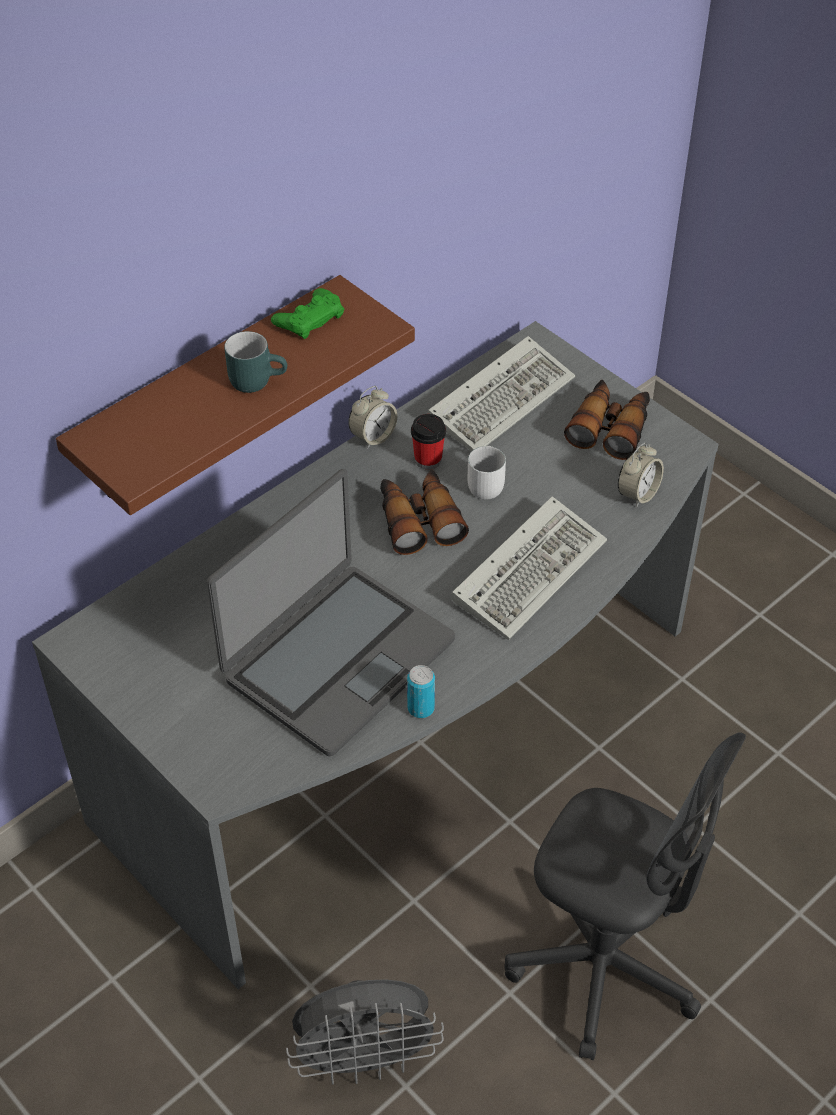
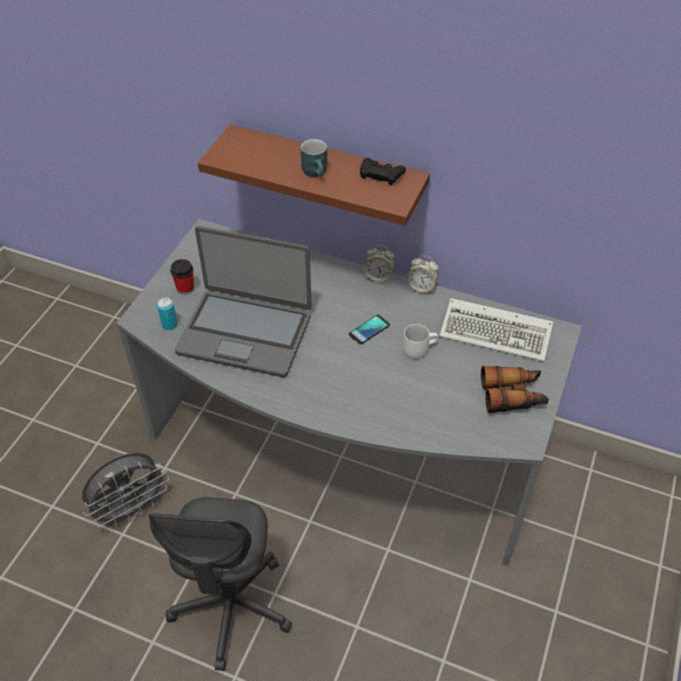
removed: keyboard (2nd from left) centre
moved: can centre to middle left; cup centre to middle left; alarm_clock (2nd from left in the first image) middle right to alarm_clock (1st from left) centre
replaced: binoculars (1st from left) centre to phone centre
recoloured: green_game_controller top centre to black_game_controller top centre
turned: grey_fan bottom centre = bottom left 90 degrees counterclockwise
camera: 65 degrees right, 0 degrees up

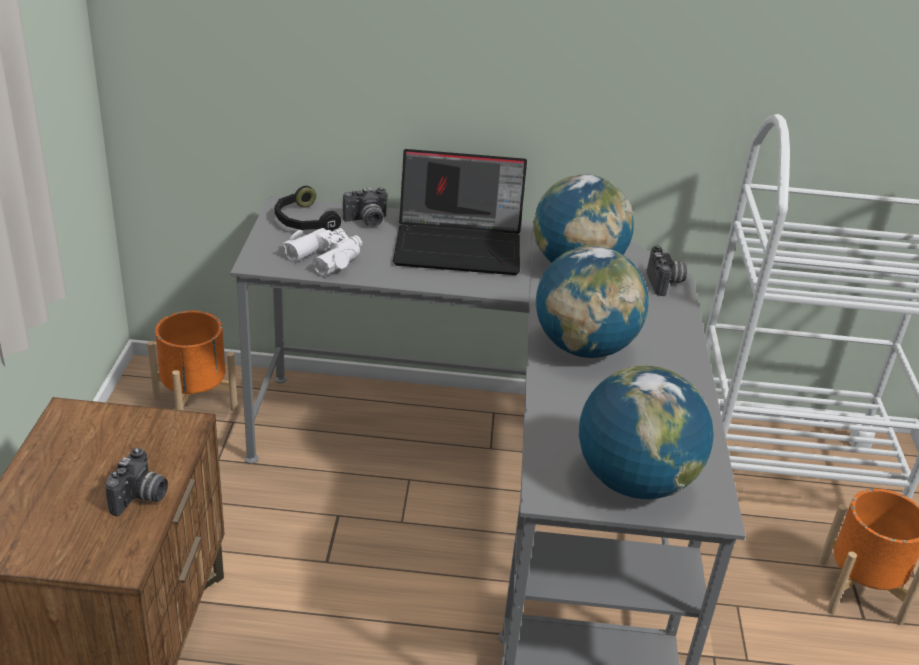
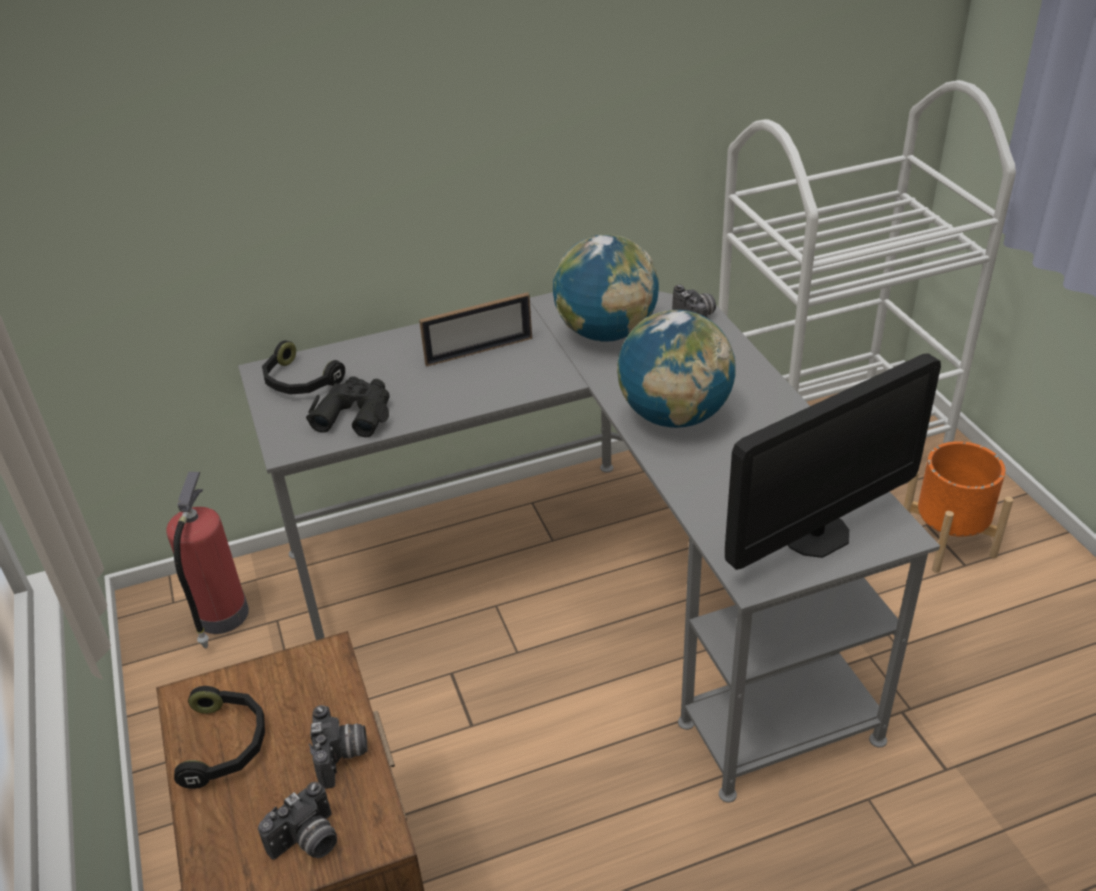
added: black_headphones (1st from left) bottom left
moved: photo_camera (2nd from left in the first image) top centre to photo_camera (1st from left) bottom left
replaced: orange_planter (1st from left) middle left to fire_extinguisher middle left; laptop top centre to picture_frame centre; globe (3rd from left) middle right to monitor middle right
recoloured: white_binoculars centre to black_binoculars middle left
camera: 20 degrees left, 5 degrees up

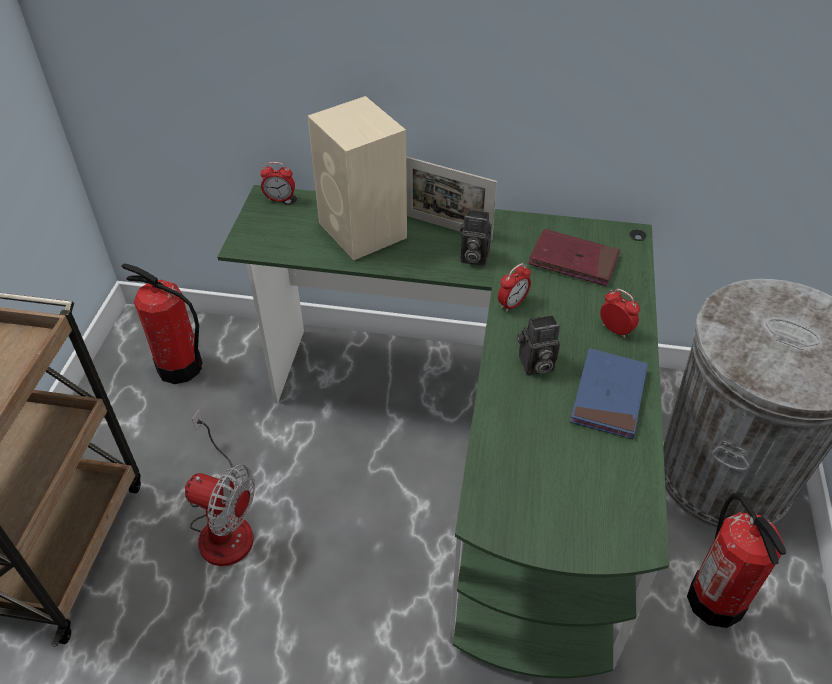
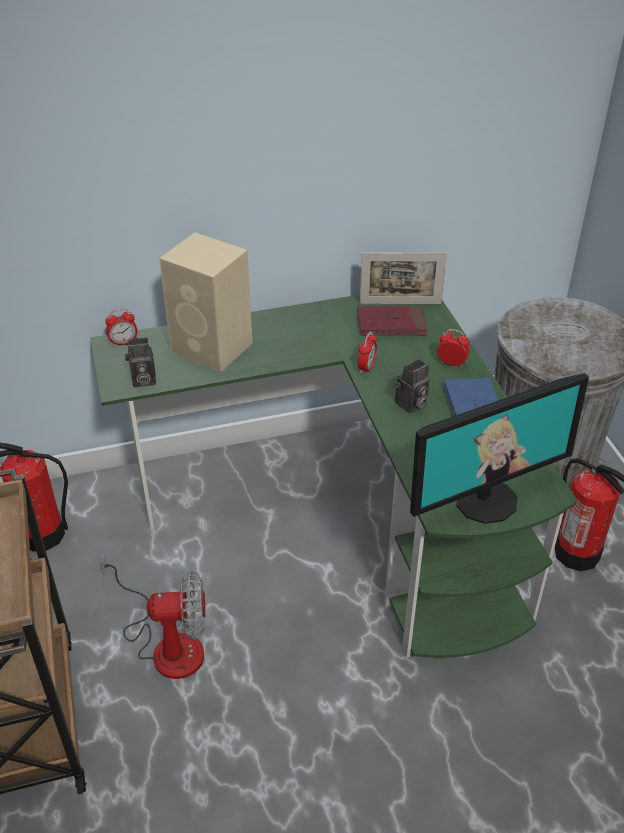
added: monitor middle right
moved: picture_frame top centre to centre; photo_camera (1st from left) centre to middle left
camera: 25 degrees left, 5 degrees down

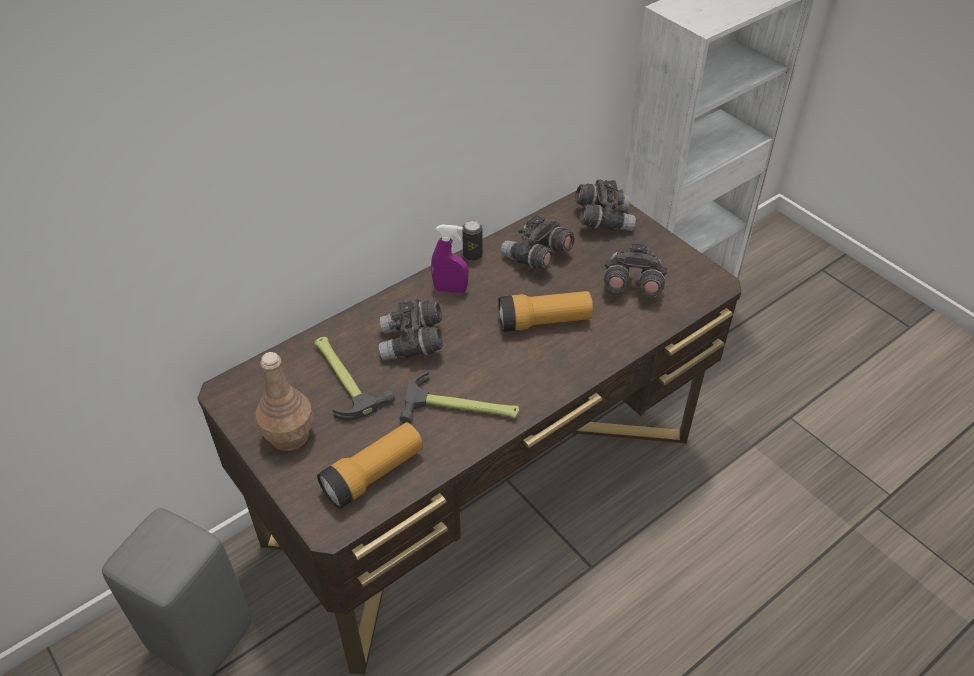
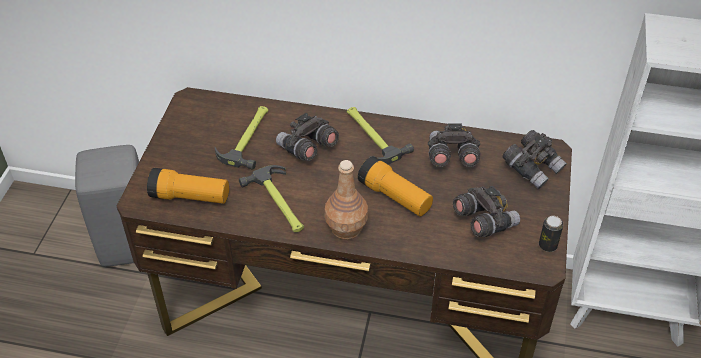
moved: brown_bottle middle left to centre; can centre to middle right
replaced: purple_spray_bottle centre to hammer (3rd from left) centre
camera: 50 degrees right, 0 degrees up

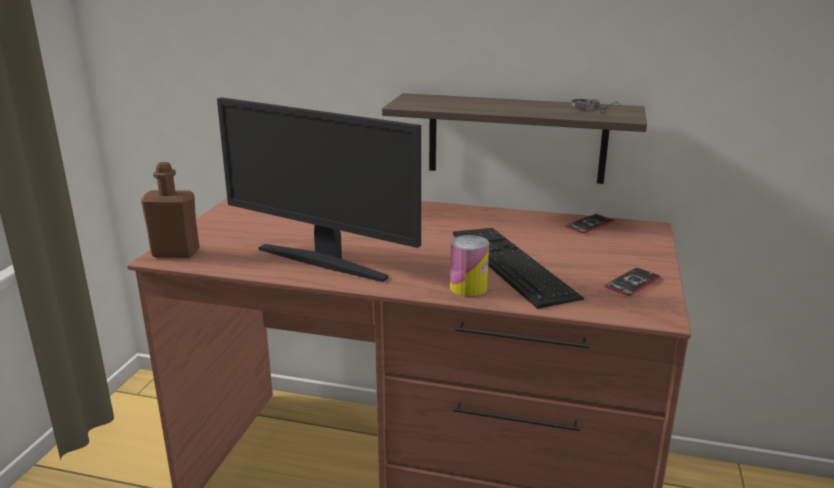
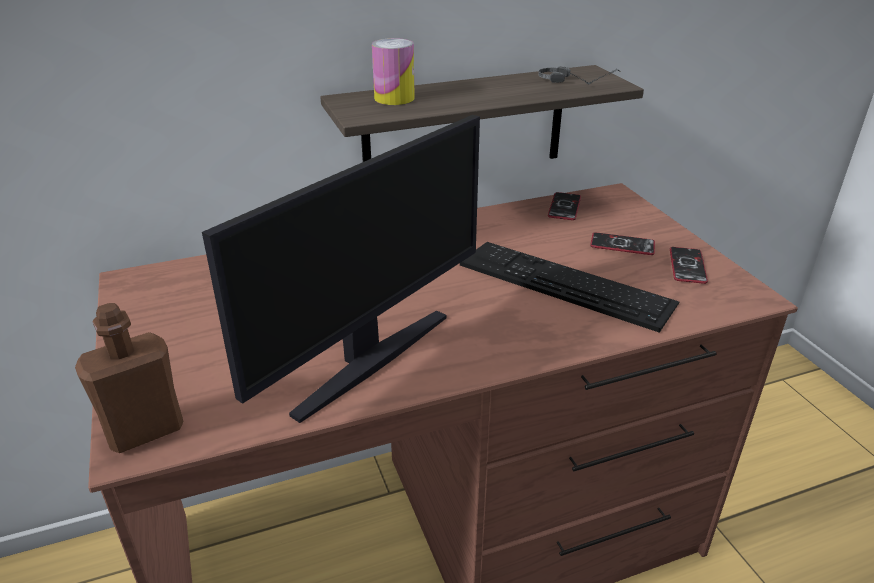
added: phone (2nd from left) middle right
moved: can centre to top centre
turned: monitor centre = centre 45 degrees counterclockwise
camera: 35 degrees left, 10 degrees up

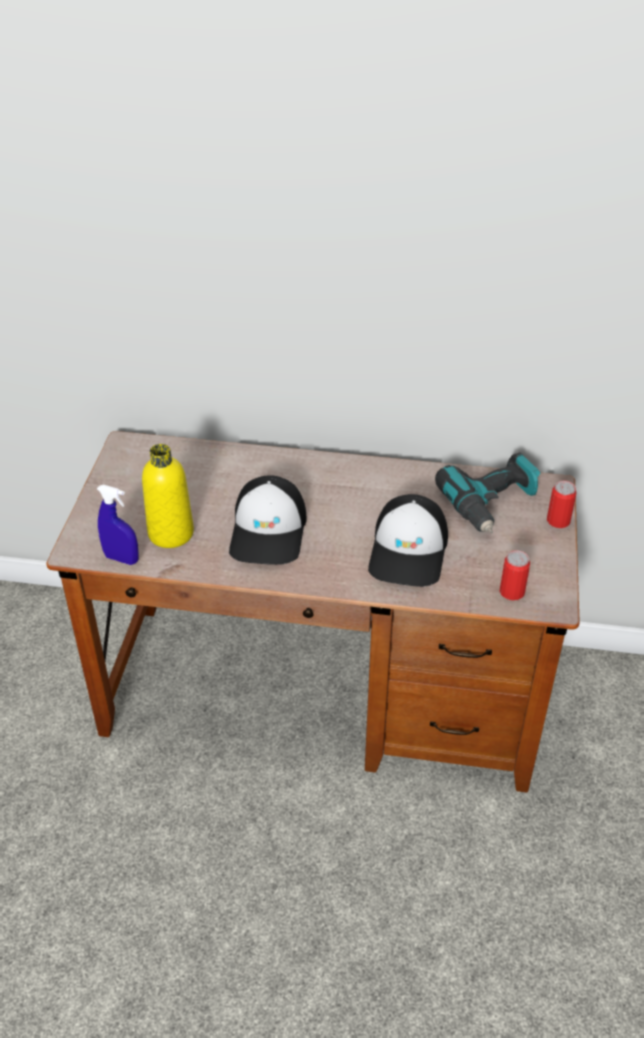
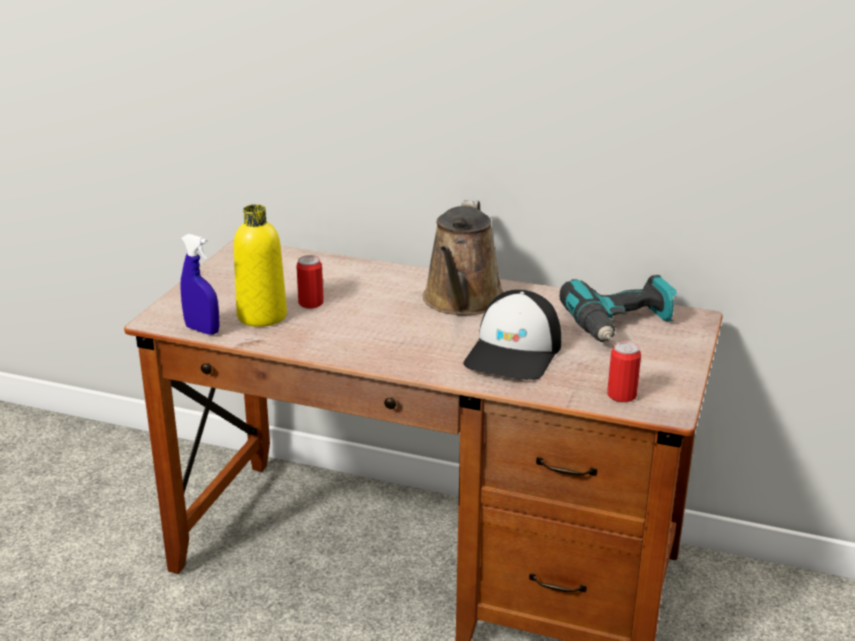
removed: cap (1st from left) centre
added: brown_watering_can centre
moved: can (2nd from left in the first image) middle right to can (1st from left) centre
camera: 10 degrees right, 15 degrees down

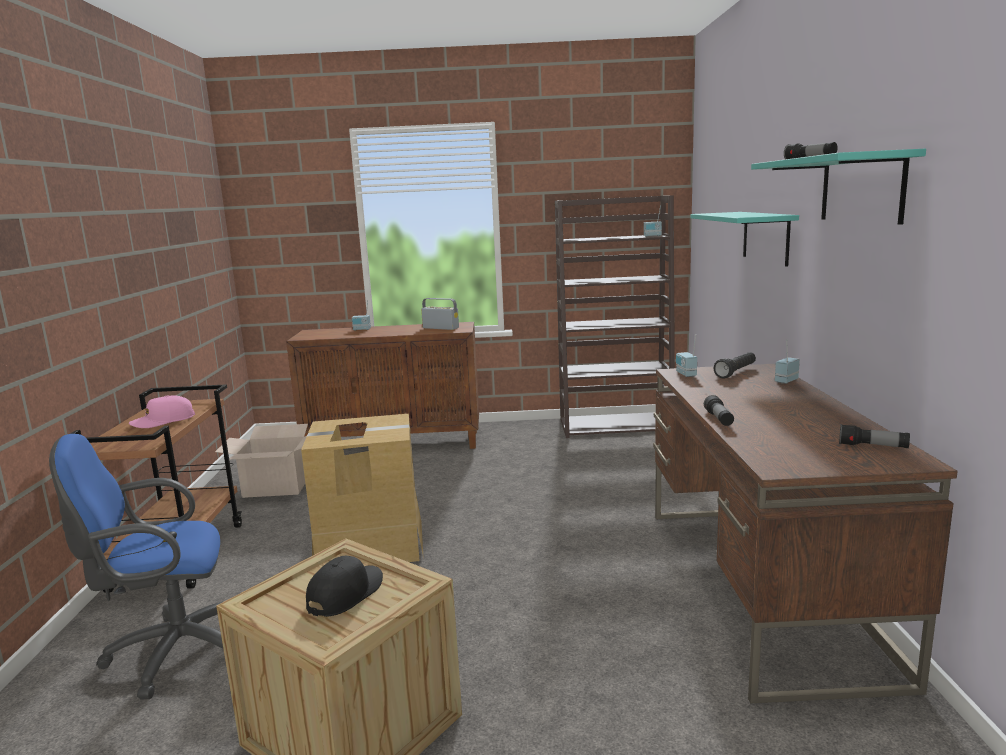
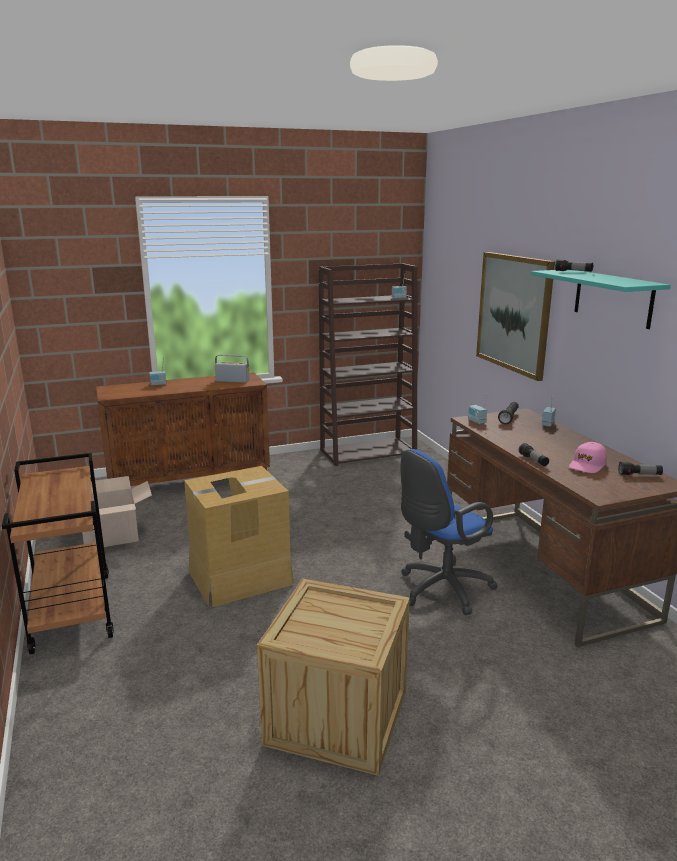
removed: black_cap bottom centre
moved: blue_office_chair bottom left to centre; pink_cap middle left to middle right
replaced: turquoise_shelf (1st from left) top right to picture middle right
camera: 20 degrees left, 5 degrees up

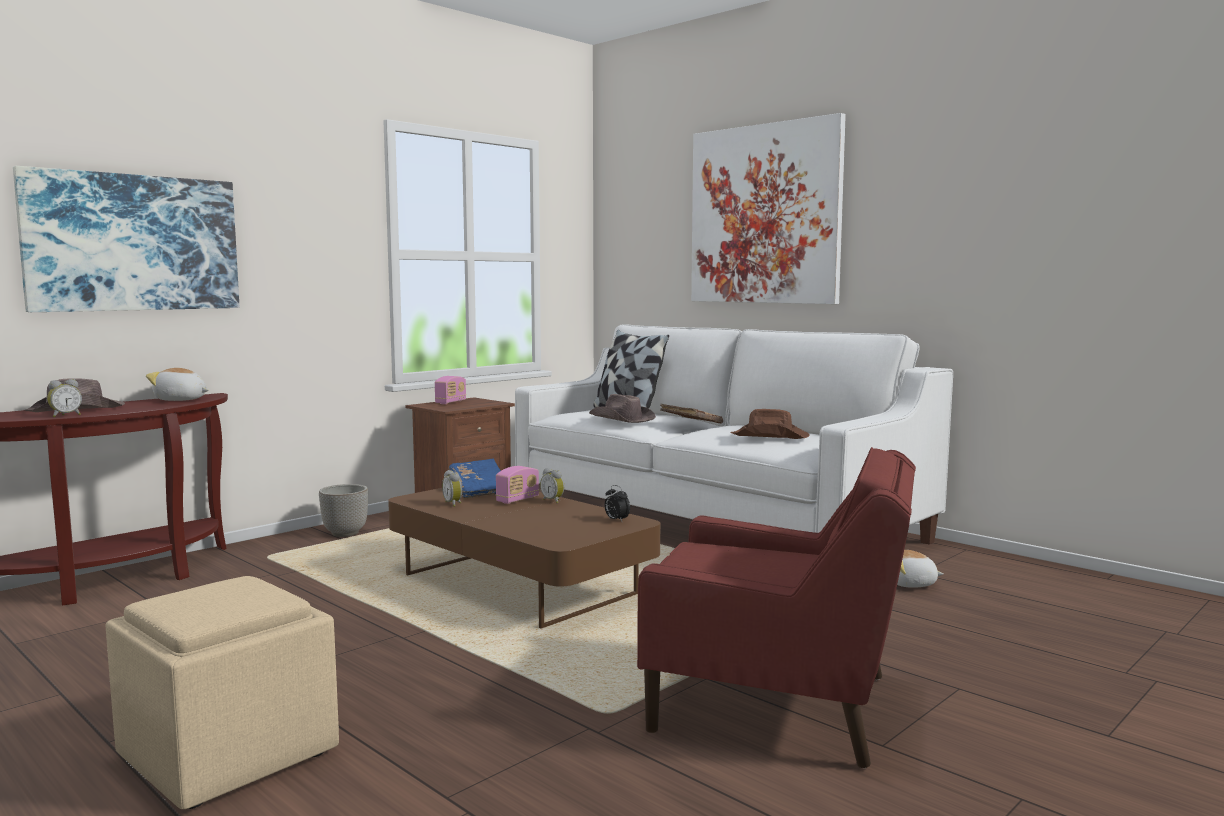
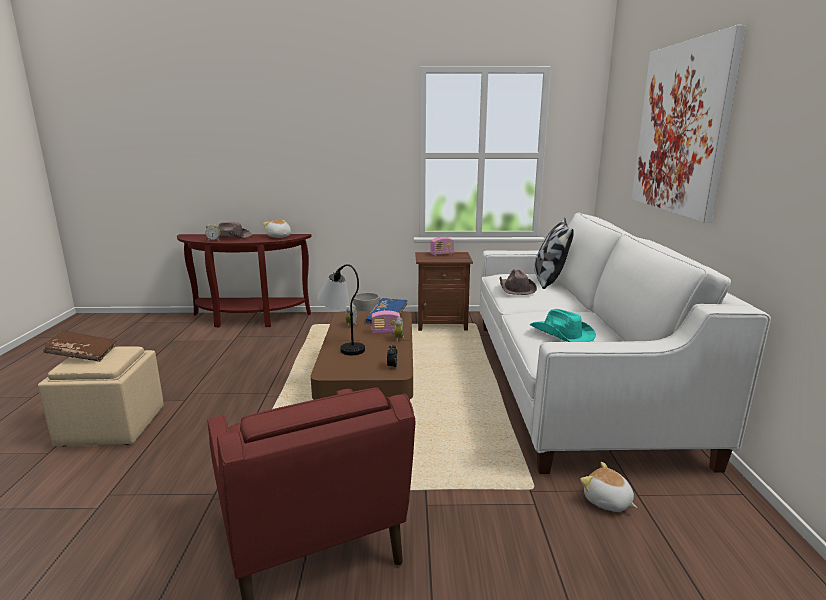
removed: picture (1st from left) top left
added: table_lamp centre
moved: brown_book centre to middle left
recoloured: brown_hat (3rd from left) centre to turquoise_hat middle right
camera: 45 degrees right, 10 degrees up

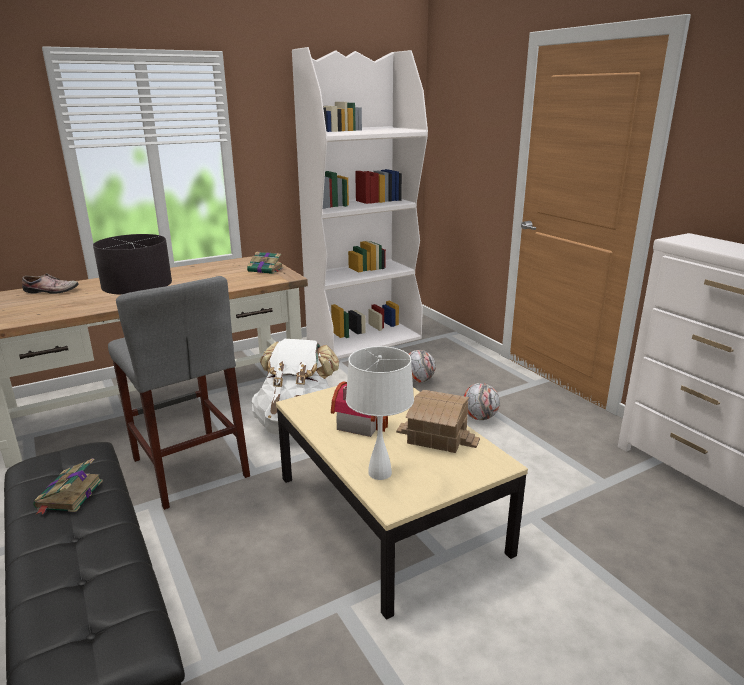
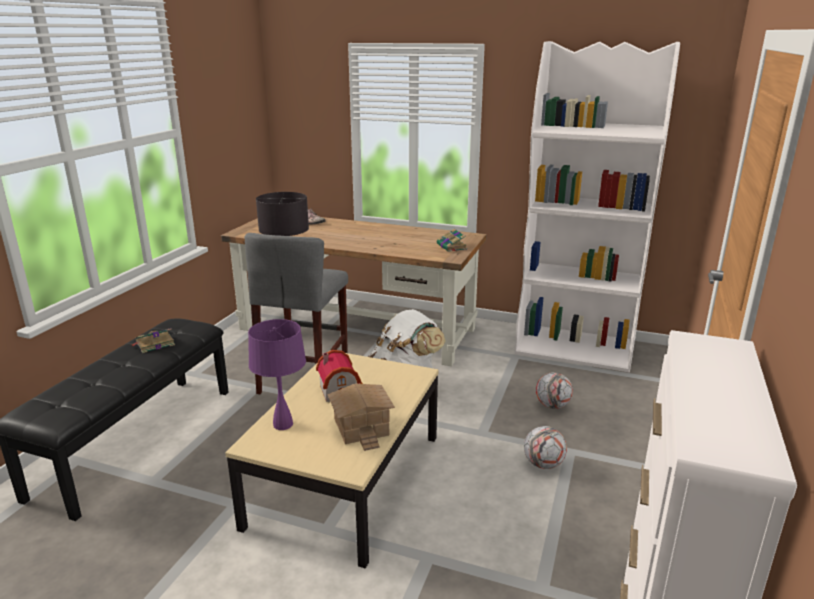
recoloured: white_table_lamp centre to purple_table_lamp centre
camera: 50 degrees right, 0 degrees up

